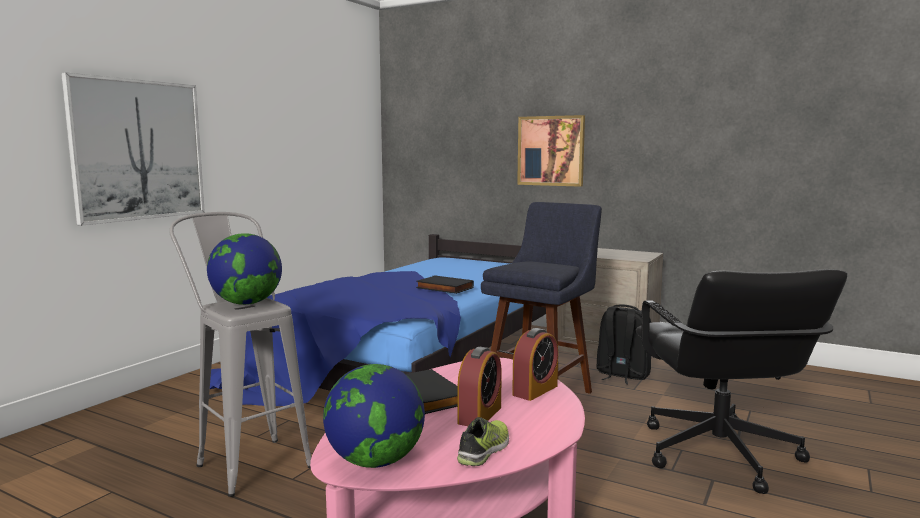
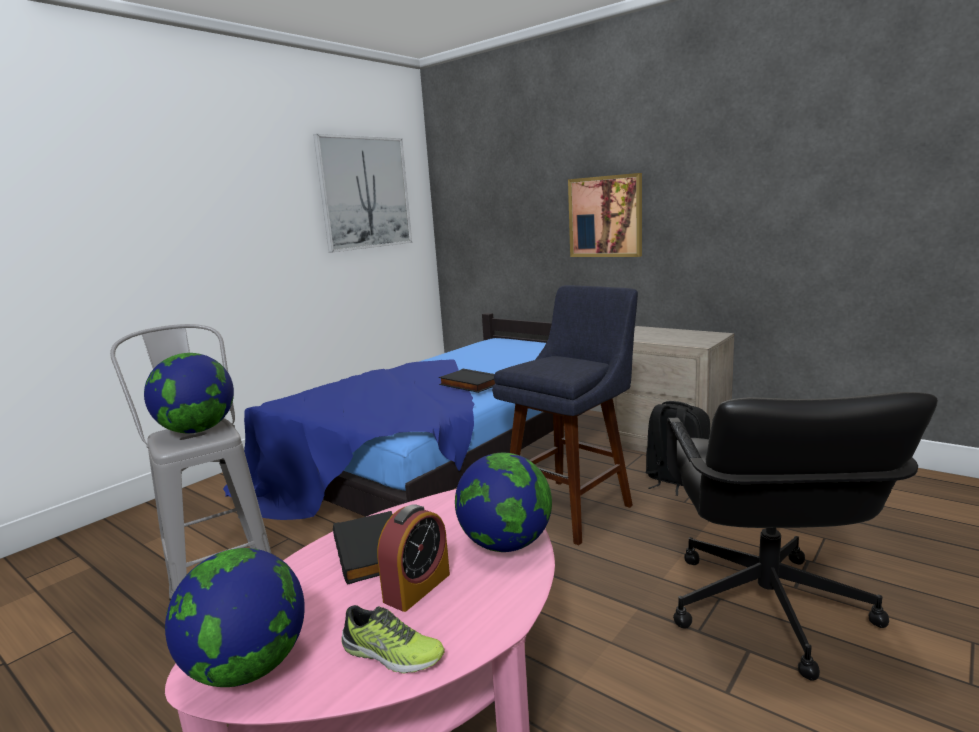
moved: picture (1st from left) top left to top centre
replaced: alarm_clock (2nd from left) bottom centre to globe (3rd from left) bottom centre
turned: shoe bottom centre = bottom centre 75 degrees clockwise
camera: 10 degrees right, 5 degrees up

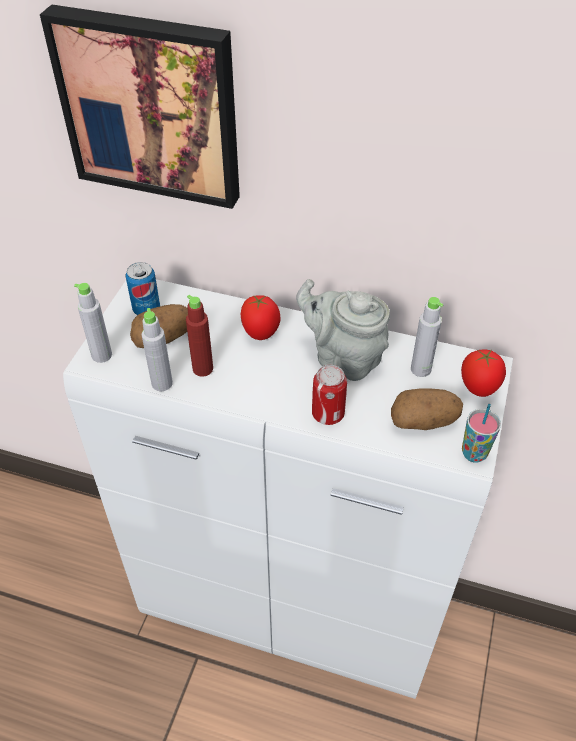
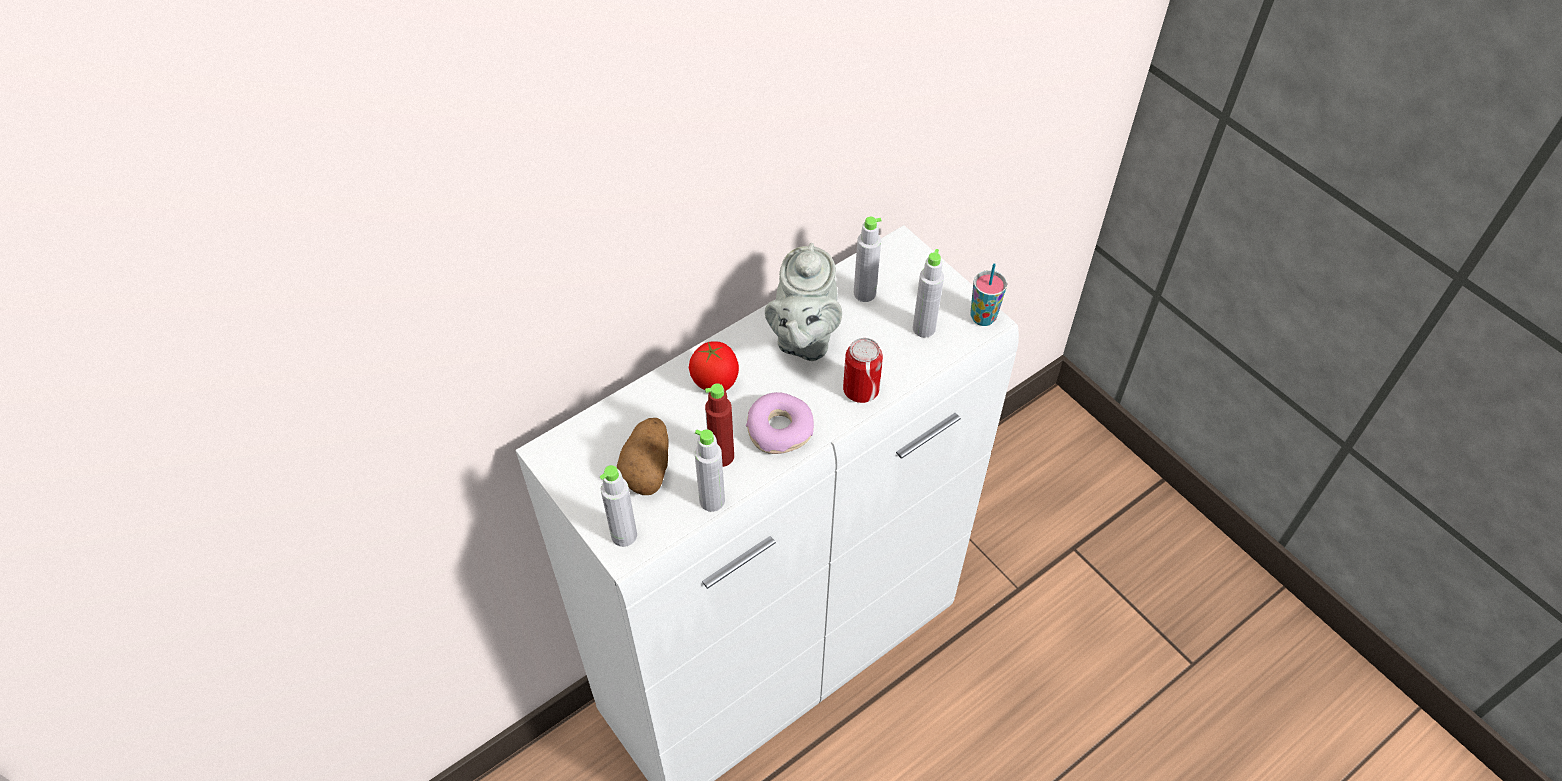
removed: picture top left; can (1st from left) middle left; tomato (2nd from left) middle right
added: donut centre
replaced: potato (2nd from left) middle right to grey_bottle (4th from left) centre
turned: grey_teapot centre = centre 60 degrees counterclockwise
camera: 55 degrees left, 5 degrees up

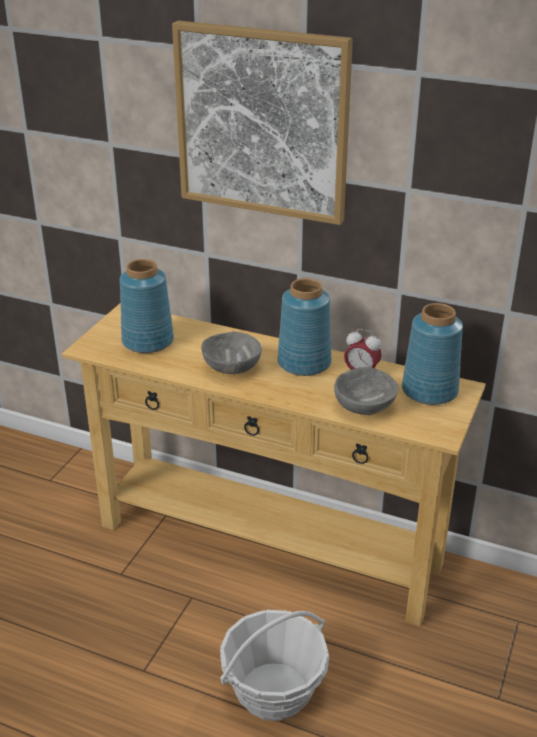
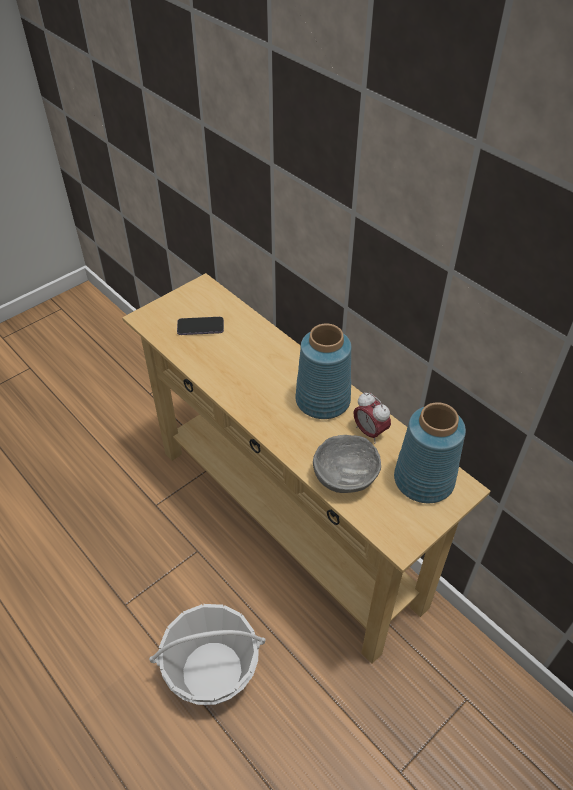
removed: picture top centre; grey_bowl (1st from left) centre
replaced: blue_vase (1st from left) middle left to phone centre
camera: 25 degrees right, 15 degrees up

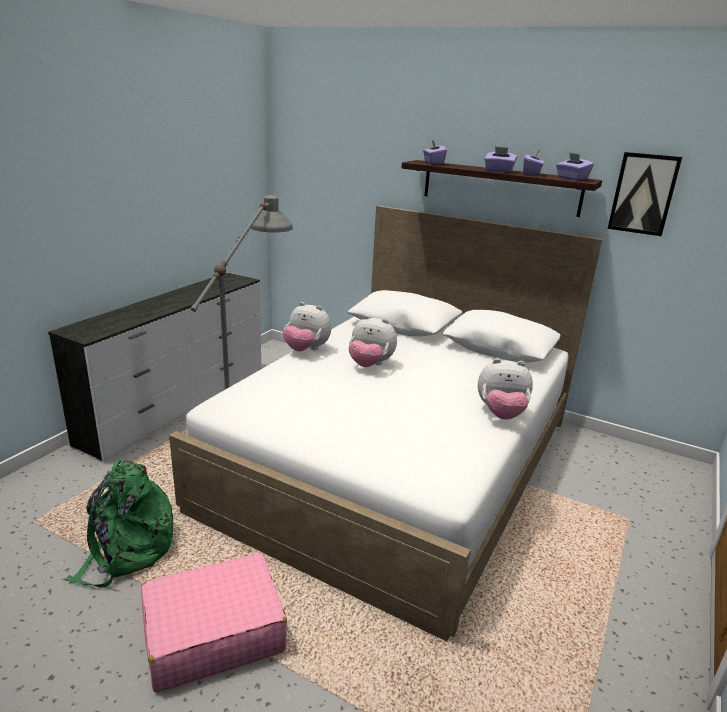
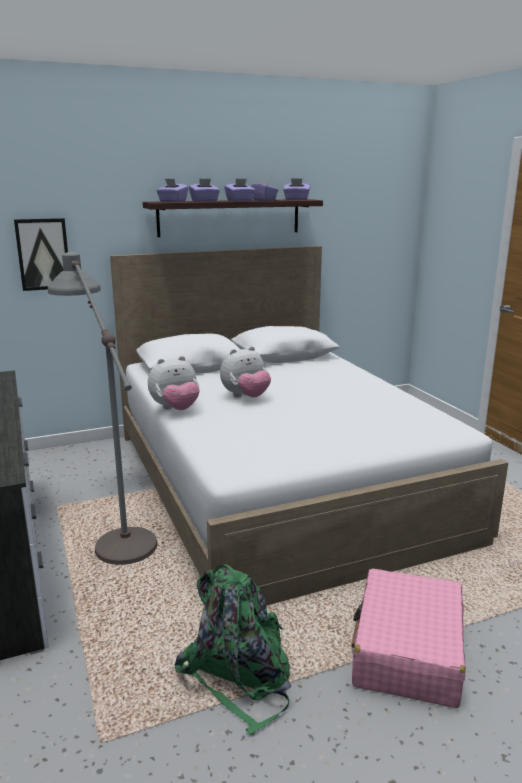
removed: plush_toy (3rd from left) middle right
added: purple_tissue_box (2nd from left) top centre
moved: picture top right to top left
camera: 50 degrees left, 5 degrees down

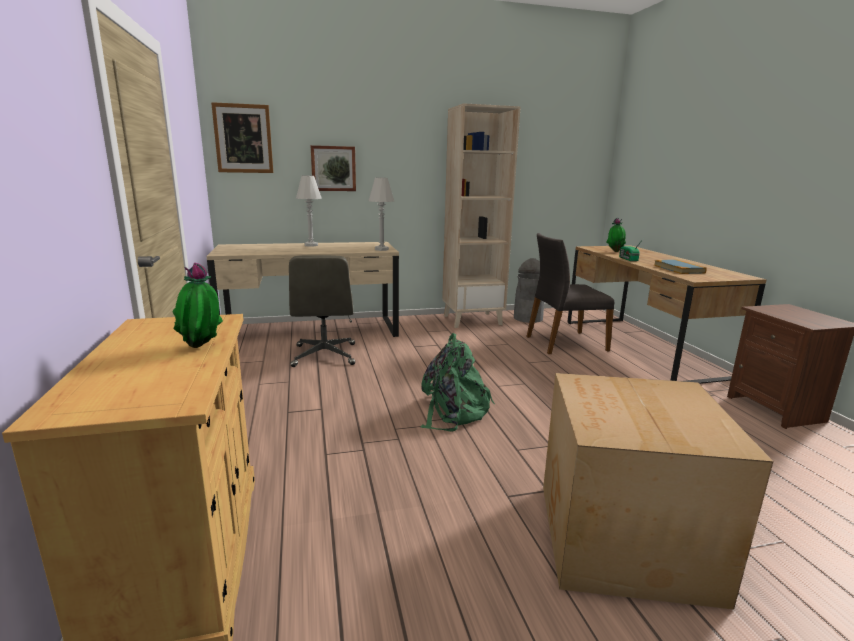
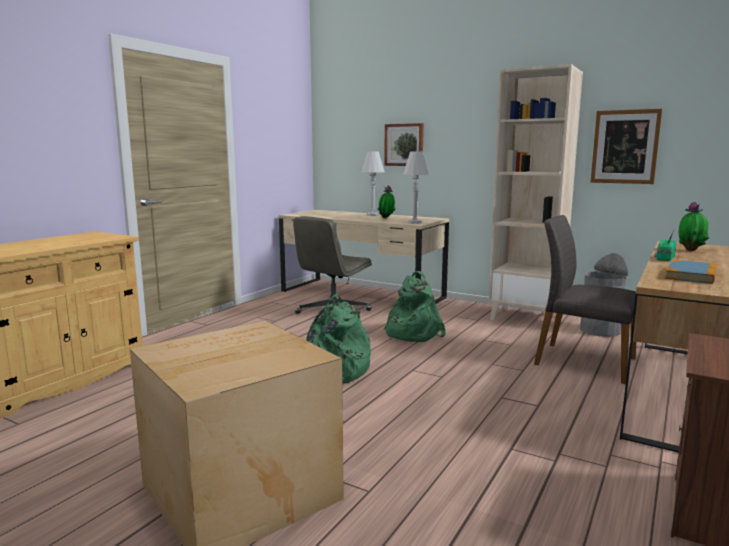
added: green_backpack (2nd from left) centre
moved: potted_plant (1st from left) middle left to centre; picture (1st from left in the first image) top left to picture (2nd from left) top right
camera: 45 degrees right, 5 degrees down

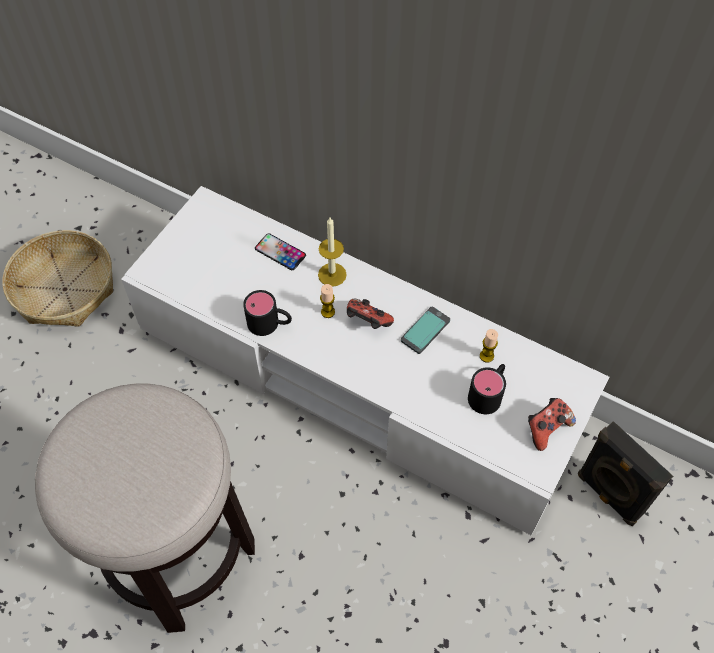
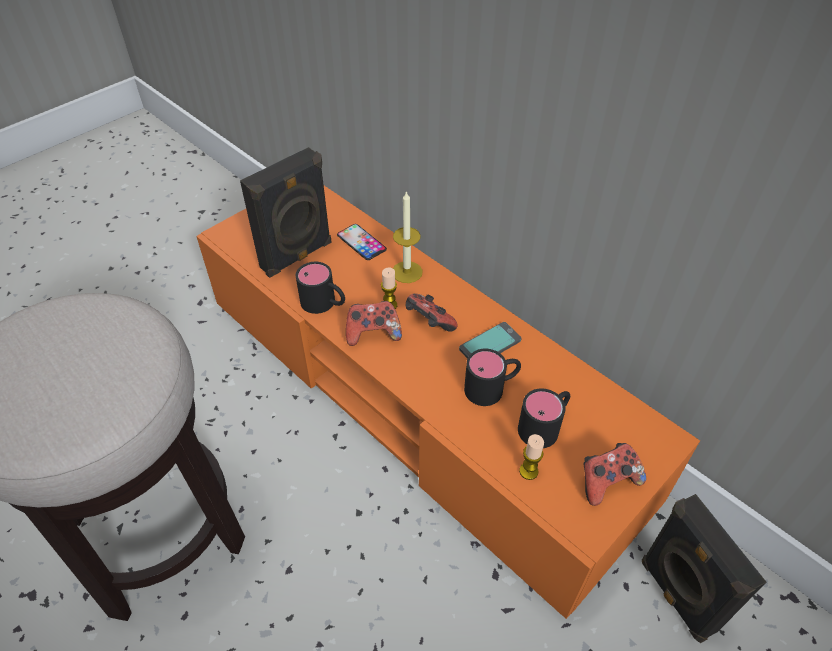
removed: basket middle left
added: black_speaker (1st from left) top centre; game_controller (1st from left) centre; black_mug (2nd from left) centre
moved: candle (3rd from left) middle right to bottom centre
recoloured: white_tv_stand centre to orange_tv_stand centre
camera: 15 degrees right, 10 degrees down

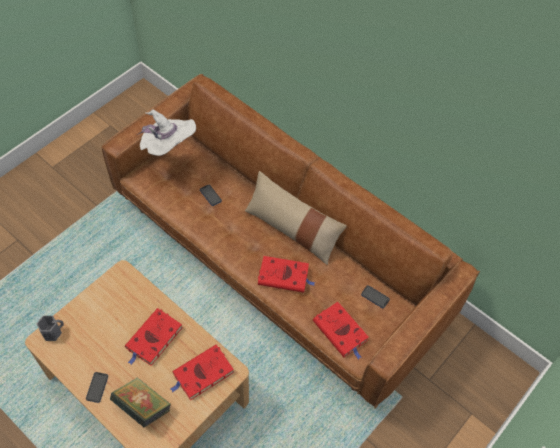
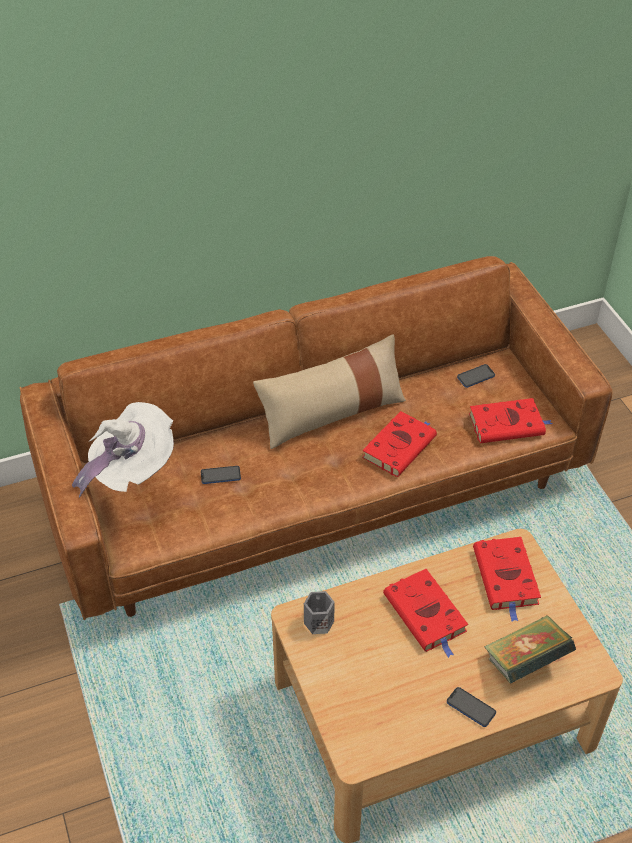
moved: grey_mug bottom left to bottom centre
camera: 60 degrees left, 10 degrees down

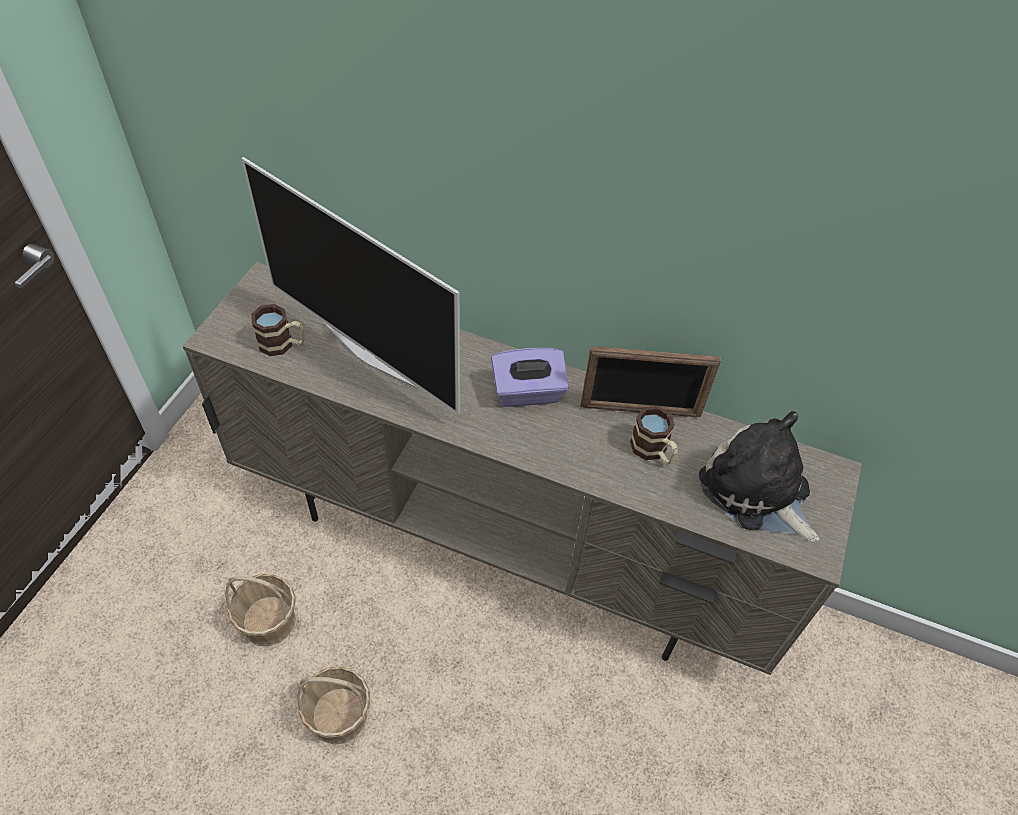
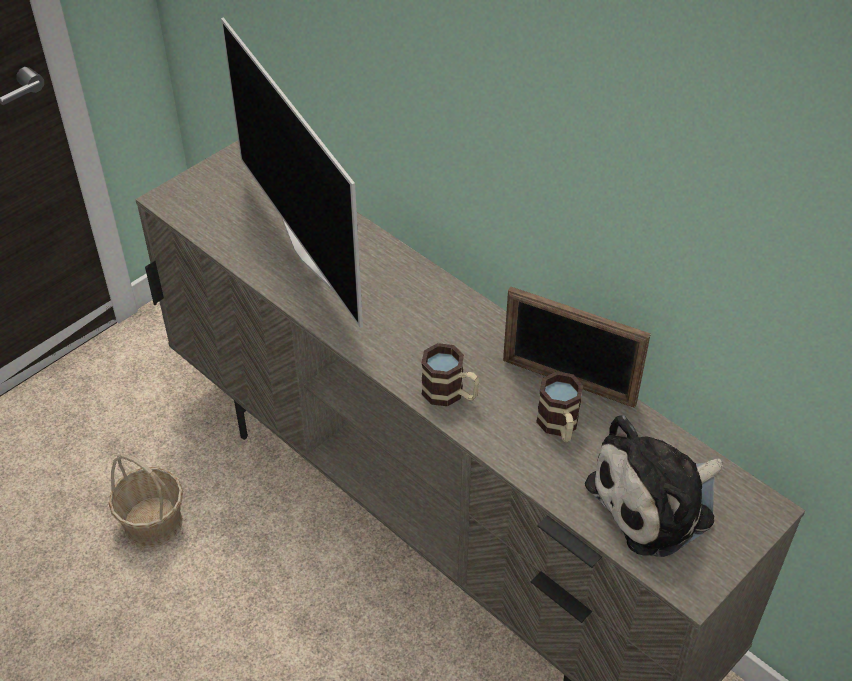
removed: basket (2nd from left) bottom left; purple_tissue_box centre
moved: mug (1st from left) middle left to centre
turned: plush_toy middle right = bottom right 105 degrees counterclockwise
camera: 25 degrees right, 5 degrees down

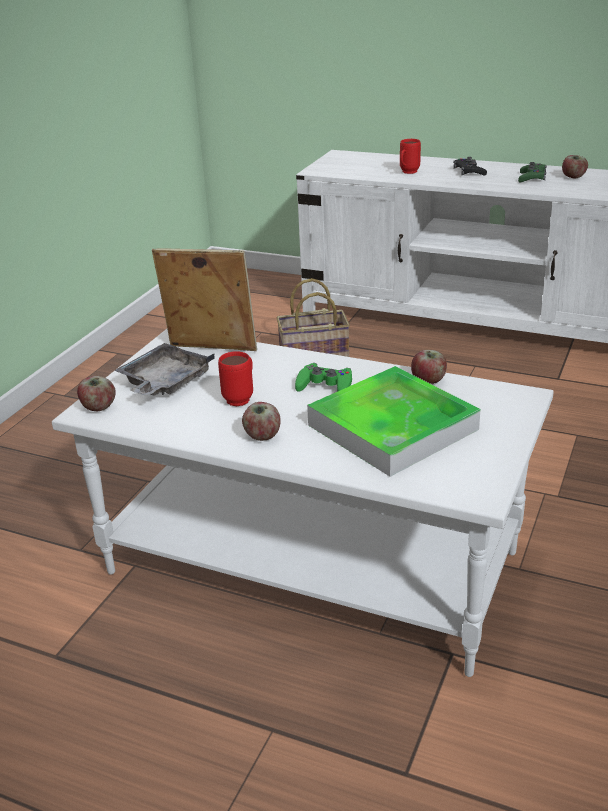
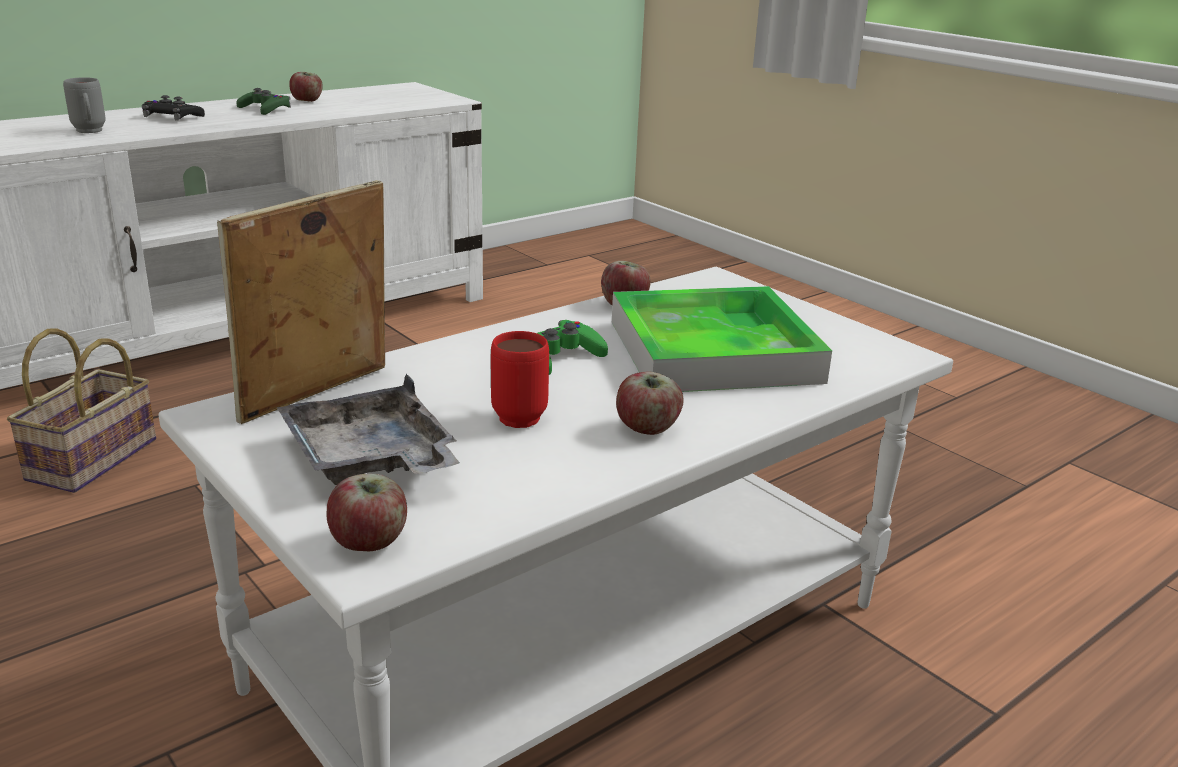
recoloured: red_mug (2nd from left) top right to grey_mug top left
camera: 65 degrees left, 5 degrees down

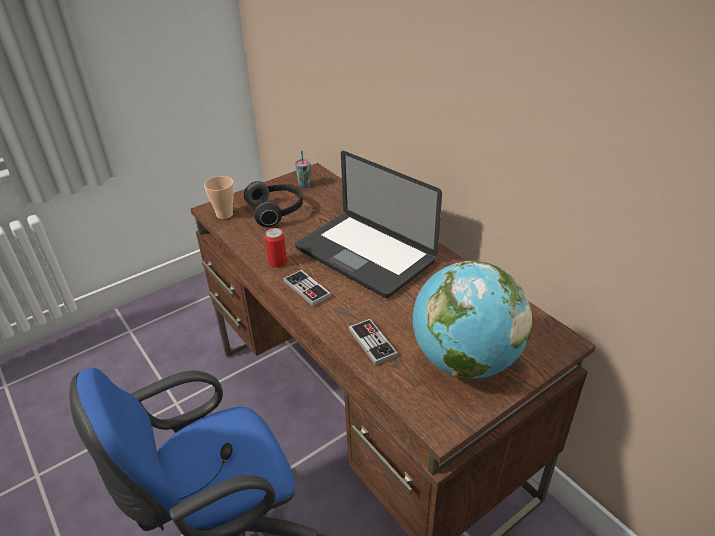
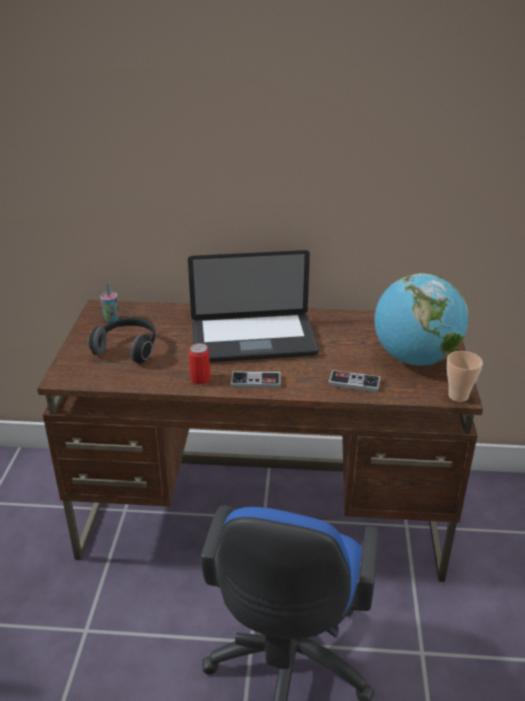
moved: cup (1st from left in the first image) middle left to cup (2nd from left) middle right
camera: 50 degrees left, 5 degrees down

